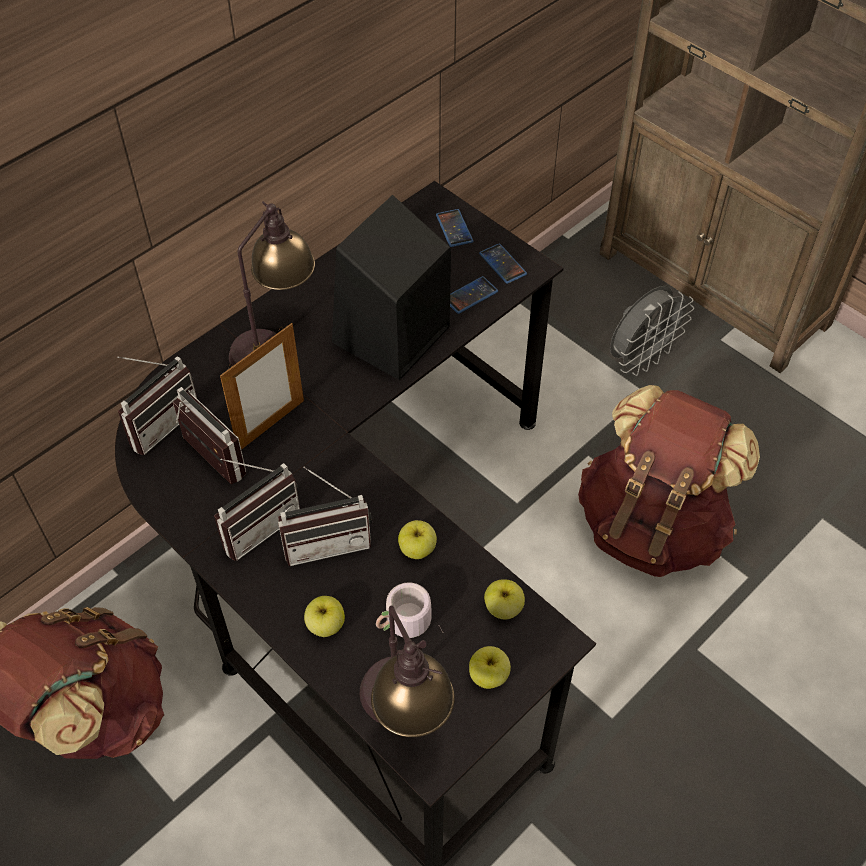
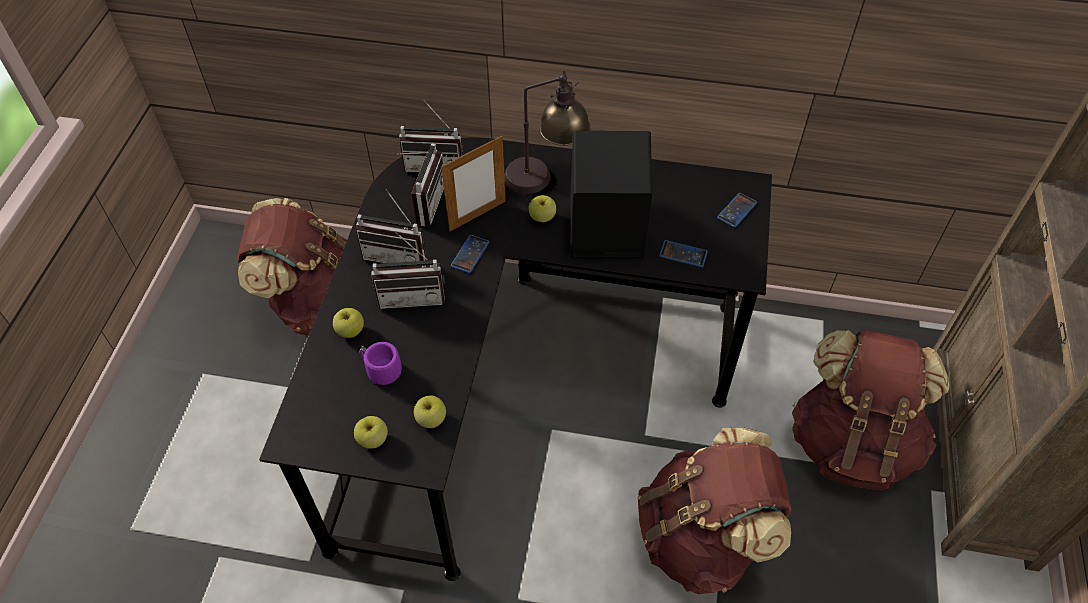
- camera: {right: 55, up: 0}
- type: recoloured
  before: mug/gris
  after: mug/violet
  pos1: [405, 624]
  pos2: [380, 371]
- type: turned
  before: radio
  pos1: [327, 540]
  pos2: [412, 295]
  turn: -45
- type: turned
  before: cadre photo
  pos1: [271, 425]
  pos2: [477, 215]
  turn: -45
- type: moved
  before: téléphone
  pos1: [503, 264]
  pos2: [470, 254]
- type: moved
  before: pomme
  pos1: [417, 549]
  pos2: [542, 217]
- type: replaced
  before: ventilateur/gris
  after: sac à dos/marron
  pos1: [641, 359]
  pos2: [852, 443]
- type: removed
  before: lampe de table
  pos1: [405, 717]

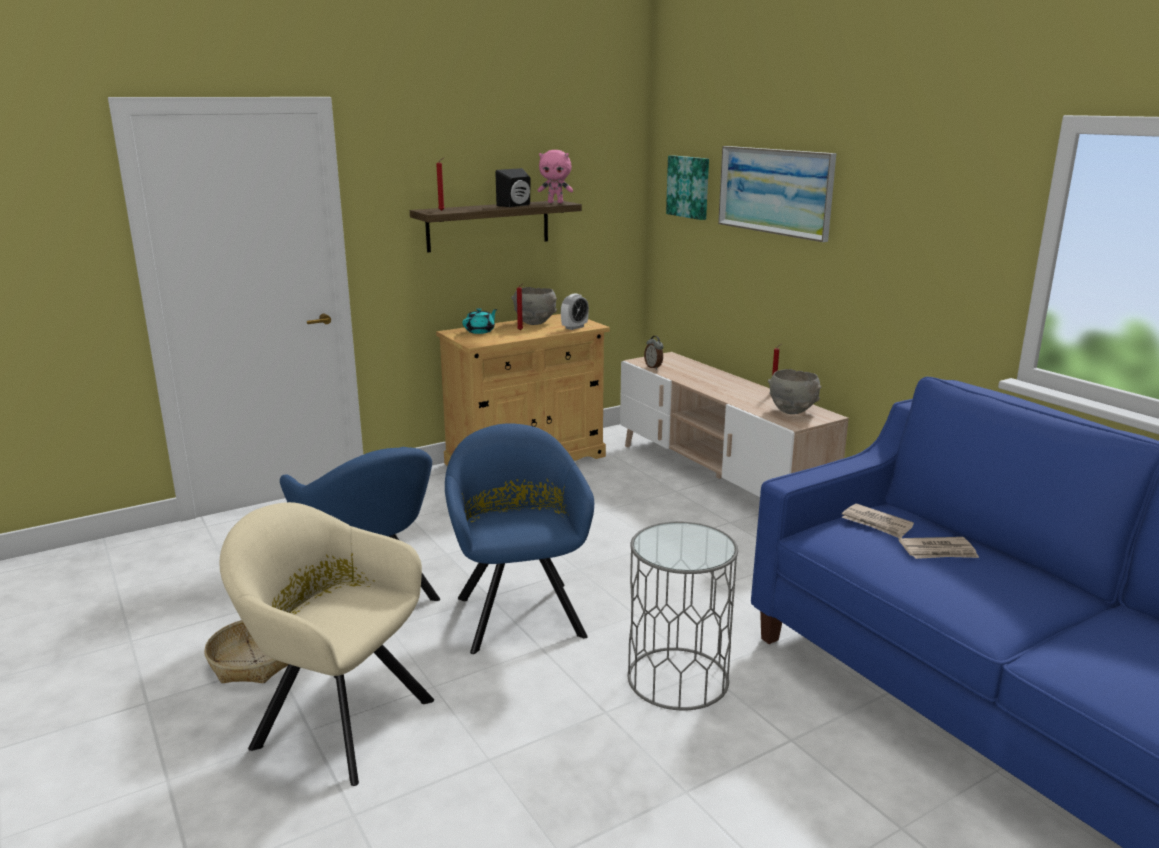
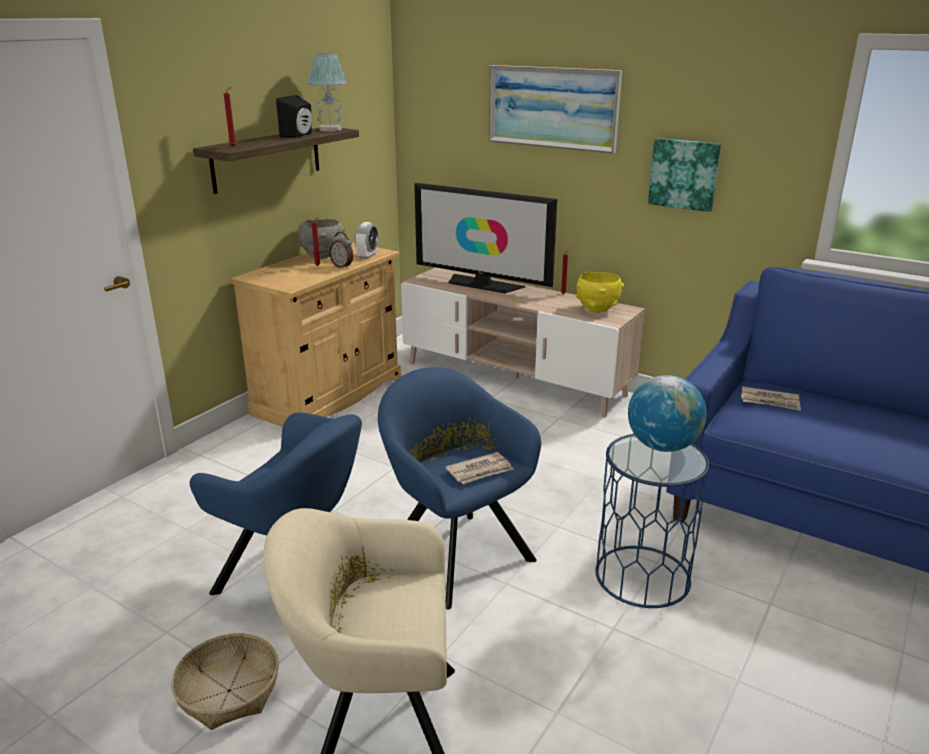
- camera: {right: -25, up: 5}
- type: replaced
  before: peluche/rose
  after: lampe de table
  pos1: [555, 202]
  pos2: [330, 129]
- type: moved
  before: réveil
  pos1: [654, 367]
  pos2: [342, 266]
- type: added
  after: téléviseur
  pos2: [482, 284]
- type: moved
  before: journal
  pos1: [938, 551]
  pos2: [480, 471]
- type: recoloured
  before: bol/gris
  after: bol/jaune
  pos1: [792, 411]
  pos2: [597, 309]
- type: recoloured
  before: table d'appoint/gris
  after: table d'appoint/bleu
  pos1: [678, 678]
  pos2: [642, 576]
- type: added
  after: globe
  pos2: [662, 446]
- type: moved
  before: tableau
  pos1: [689, 187]
  pos2: [684, 174]
- type: removed
  before: théière/turquoise
  pos1: [480, 331]

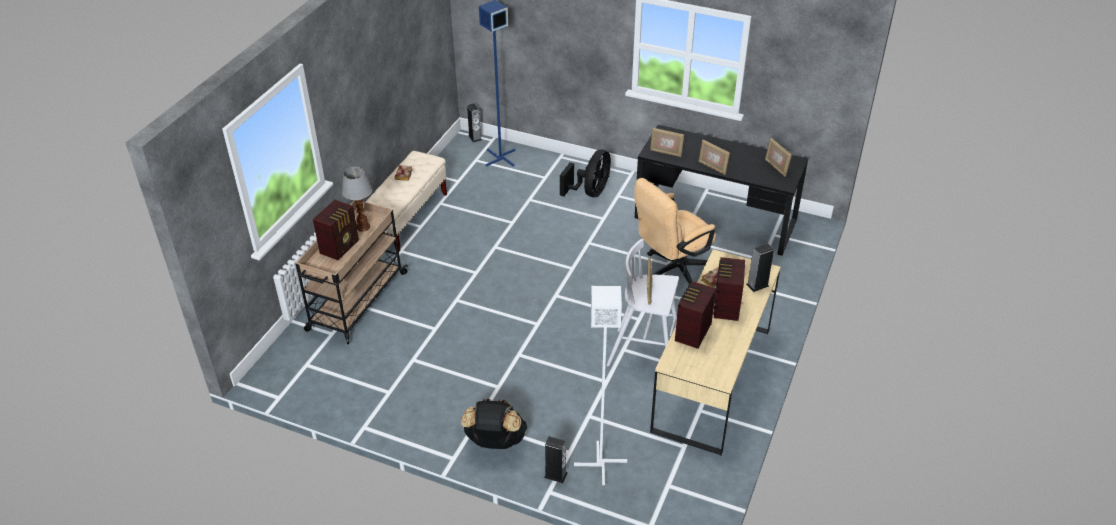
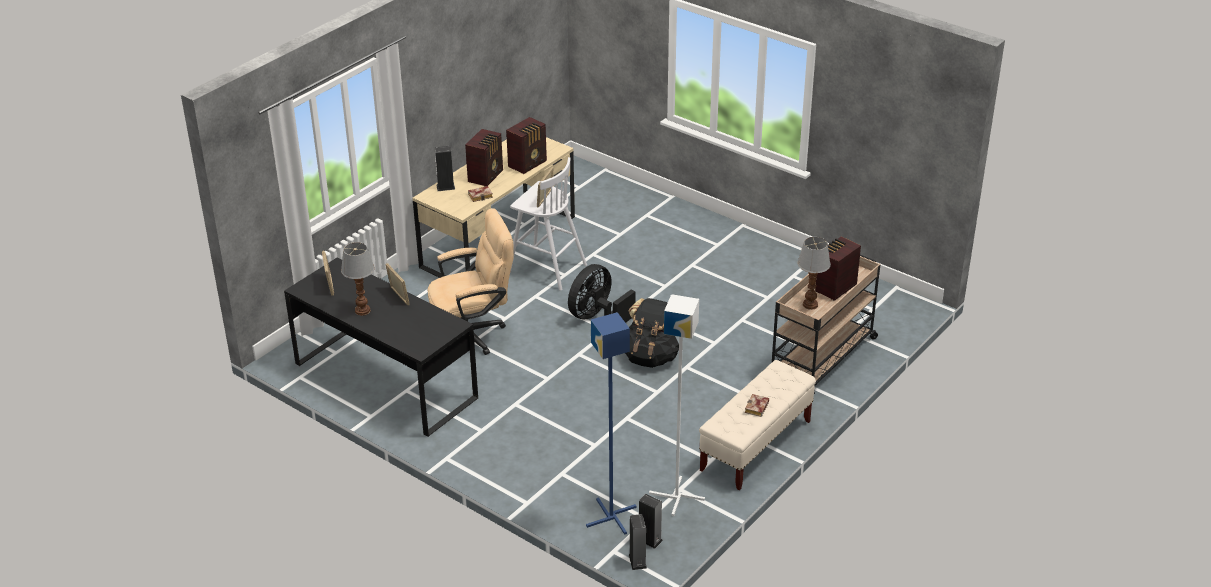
- camera: {right: -165, up: -5}
- type: added
  after: lampe de table
  pos2: [363, 310]
- type: moved
  before: ventilateur/noir
  pos1: [590, 192]
  pos2: [597, 317]
- type: moved
  before: sac à dos/noir
  pos1: [495, 441]
  pos2: [651, 356]
- type: moved
  before: enceinte
  pos1: [555, 475]
  pos2: [650, 540]
- type: moved
  before: lampadaire/blanc
  pos1: [599, 463]
  pos2: [677, 496]
- type: removed
  before: cadre photo
  pos1: [666, 153]

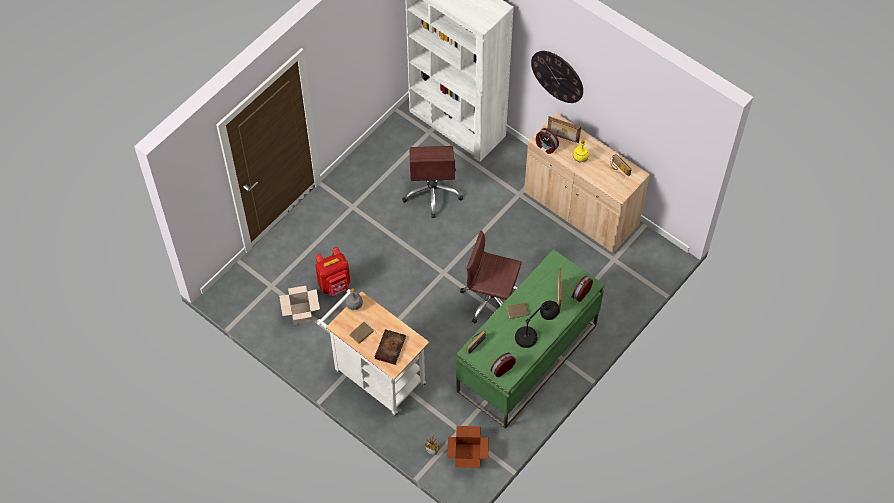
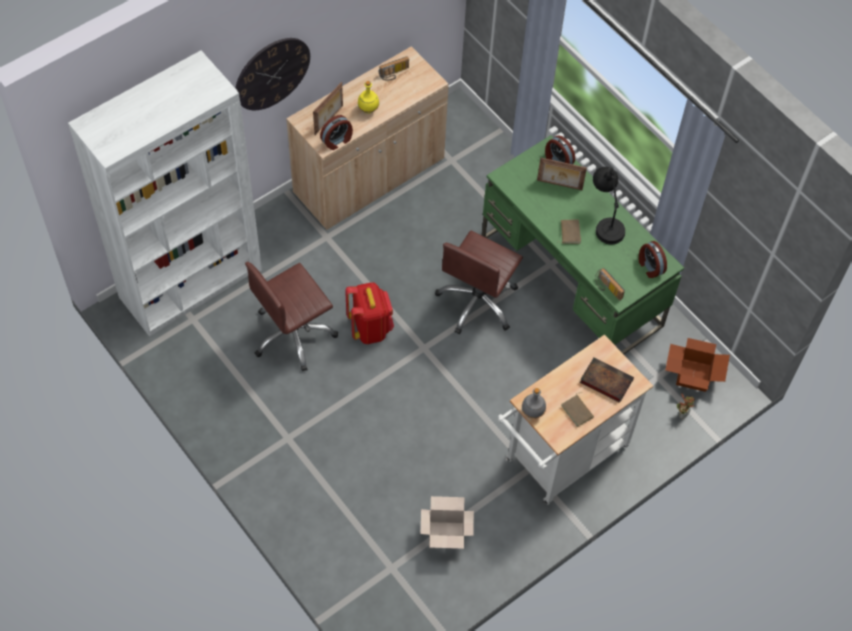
- camera: {right: -80, up: 0}
- type: turned
  before: chaise de bureau/marron
  pos1: [432, 192]
  pos2: [293, 335]
  turn: 135
- type: moved
  before: sac à dos/rouge
  pos1: [335, 284]
  pos2: [370, 328]

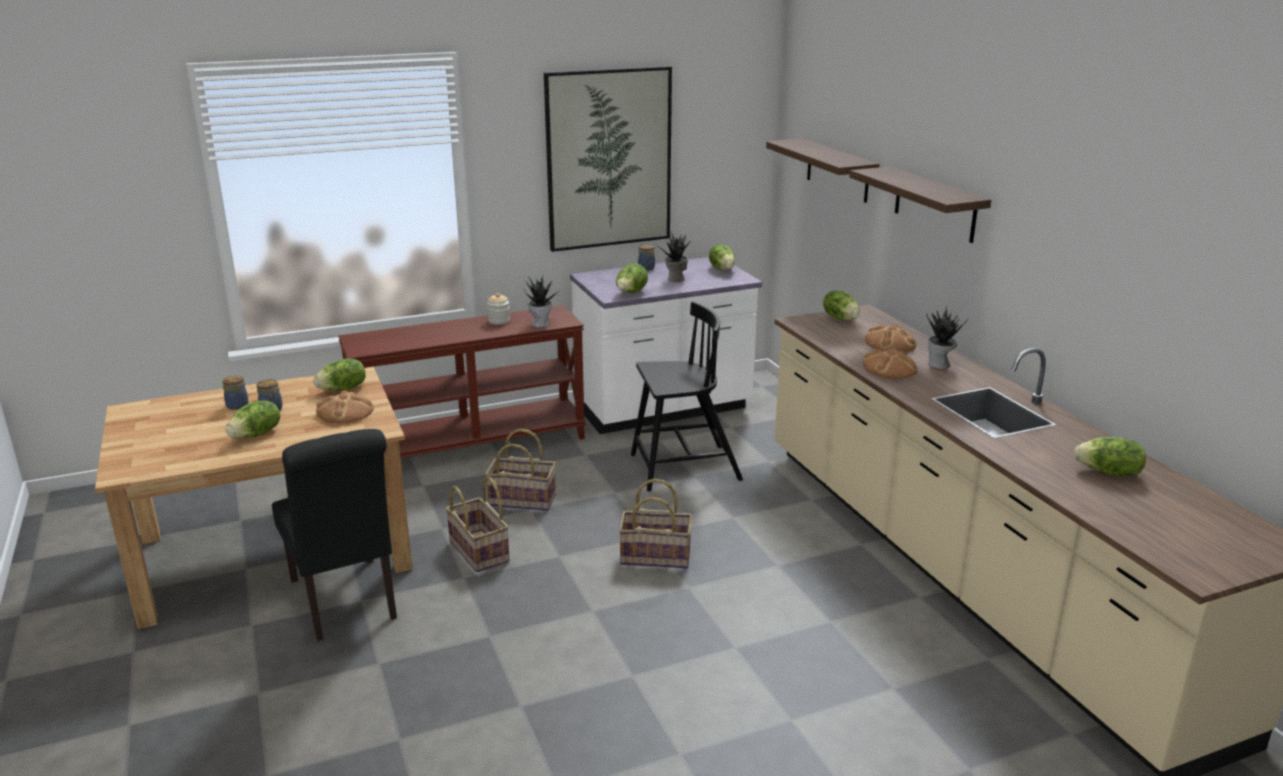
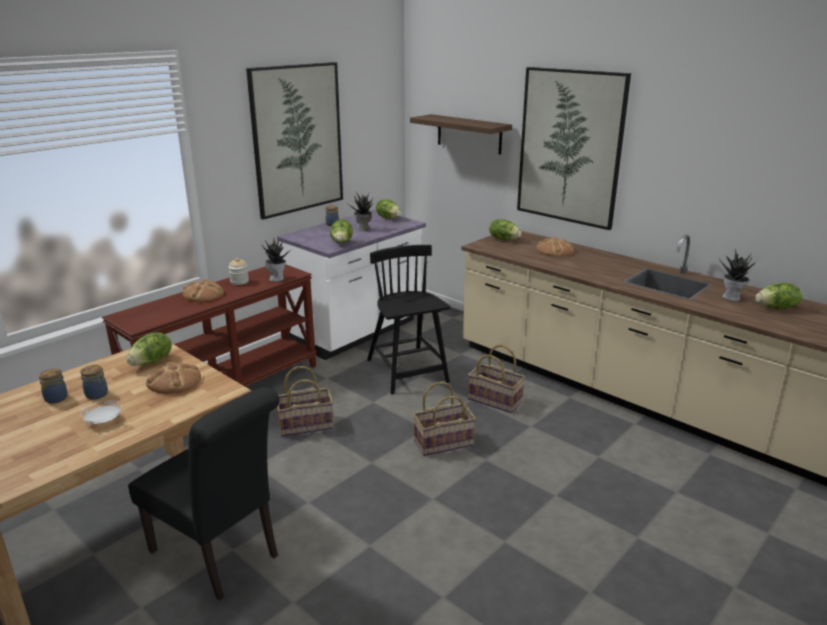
- camera: {right: -25, up: 0}
- type: replaced
  before: laitue
  after: assiette/blanc
  pos1: [256, 434]
  pos2: [103, 421]
- type: moved
  before: pain
  pos1: [889, 368]
  pos2: [203, 294]
- type: turned
  before: chaise/noir
  pos1: [683, 468]
  pos2: [407, 372]
  turn: -75
- type: moved
  before: panier
  pos1: [480, 551]
  pos2: [495, 400]
- type: replaced
  before: étagère
  after: tableau
  pos1: [935, 204]
  pos2: [570, 147]
- type: moved
  before: plante en pot
  pos1: [939, 365]
  pos2: [732, 297]

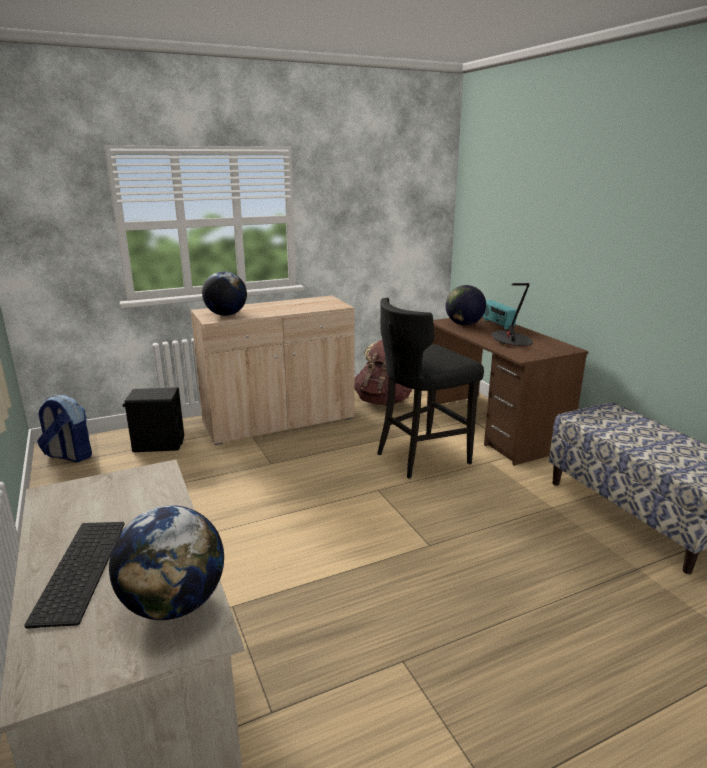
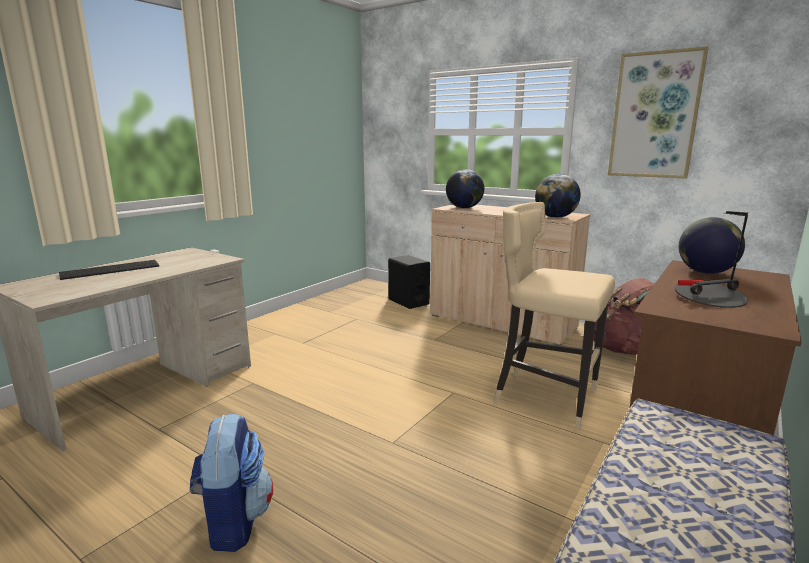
- camera: {right: 60, up: -5}
- type: moved
  before: sac à dos
  pos1: [69, 456]
  pos2: [234, 521]
- type: recoloured
  before: tabouret/noir
  after: tabouret/beige
  pos1: [421, 457]
  pos2: [544, 397]
- type: moved
  before: globe
  pos1: [174, 604]
  pos2: [555, 217]
- type: added
  after: tableau
  pos2: [654, 115]
- type: removed
  before: radio
  pos1: [497, 324]

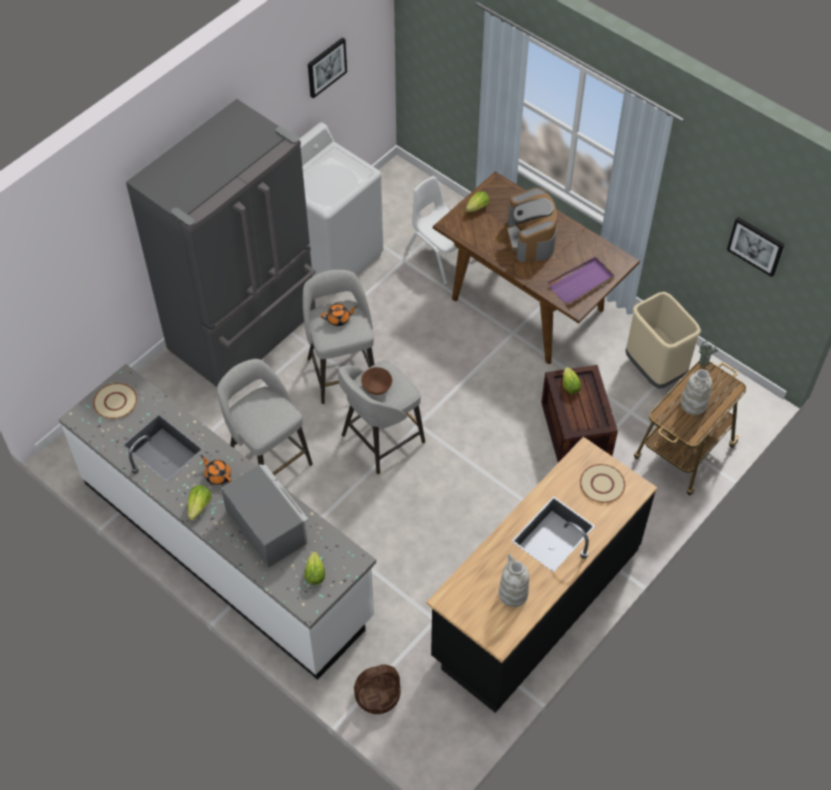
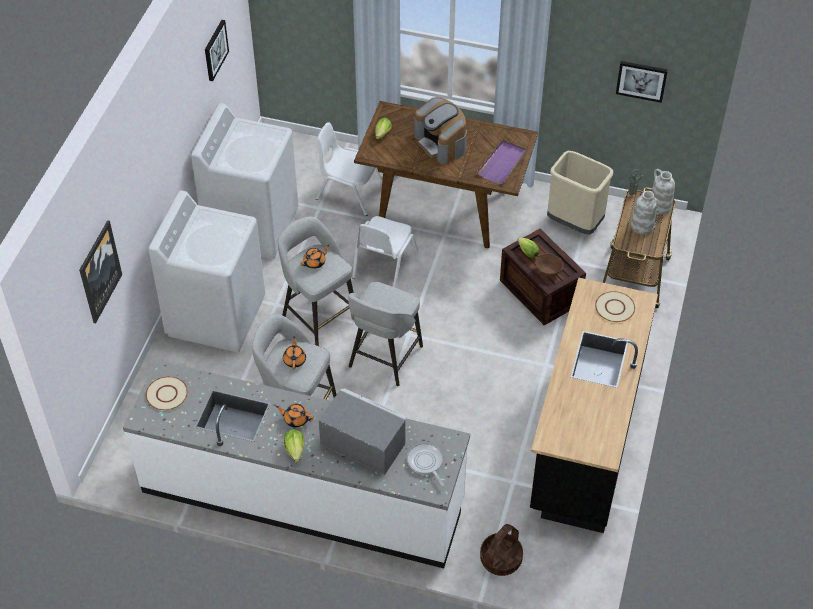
- camera: {right: -25, up: -5}
- type: added
  after: tableau
  pos2: [99, 271]
- type: replaced
  before: réfrigérateur/gris
  after: lave-linge/blanc
  pos1: [246, 334]
  pos2: [216, 315]
- type: added
  after: théière/orange
  pos2: [294, 360]
- type: added
  after: chaise/blanc
  pos2: [384, 264]
- type: replaced
  before: laitue
  after: poêle
  pos1: [315, 572]
  pos2: [426, 463]
- type: moved
  before: bol/marron
  pos1: [377, 387]
  pos2: [548, 271]
- type: moved
  before: vase/blanc
  pos1: [512, 593]
  pos2: [659, 206]

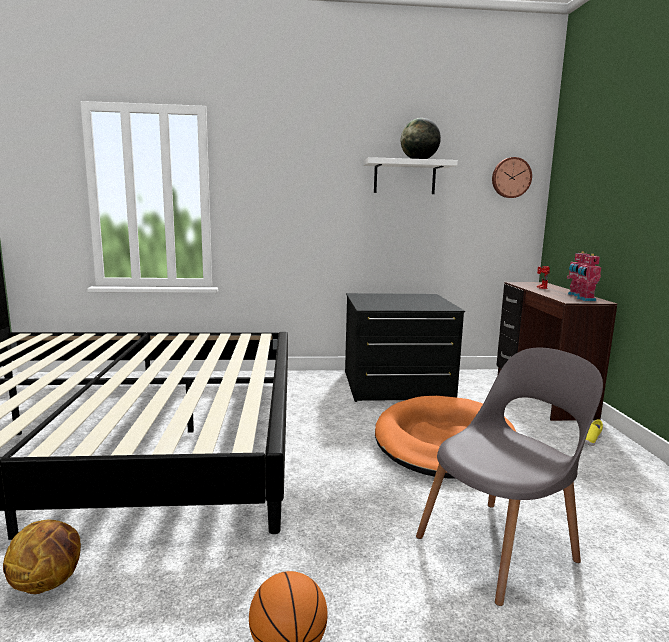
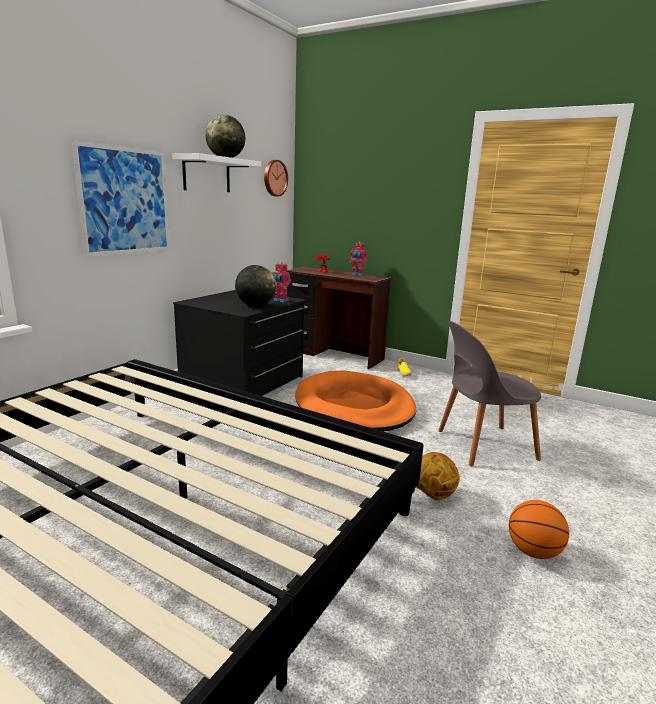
- camera: {right: -55, up: 5}
- type: added
  after: tableau
  pos2: [125, 201]
- type: added
  after: globe
  pos2: [256, 306]
- type: moved
  before: robot jouet
  pos1: [585, 300]
  pos2: [280, 300]
- type: moved
  before: ballon de basket
  pos1: [48, 583]
  pos2: [432, 495]
- type: turned
  before: chaise/gris
  pos1: [500, 546]
  pos2: [482, 445]
  turn: -105

